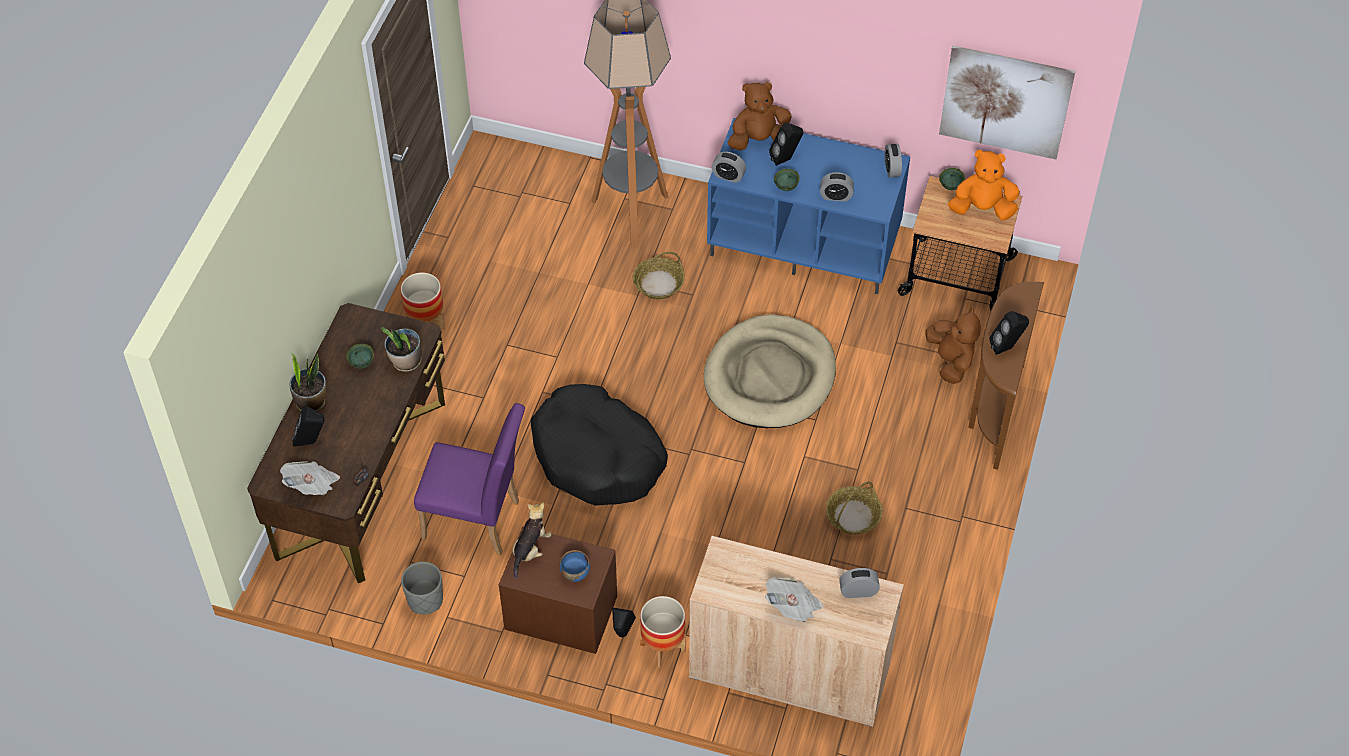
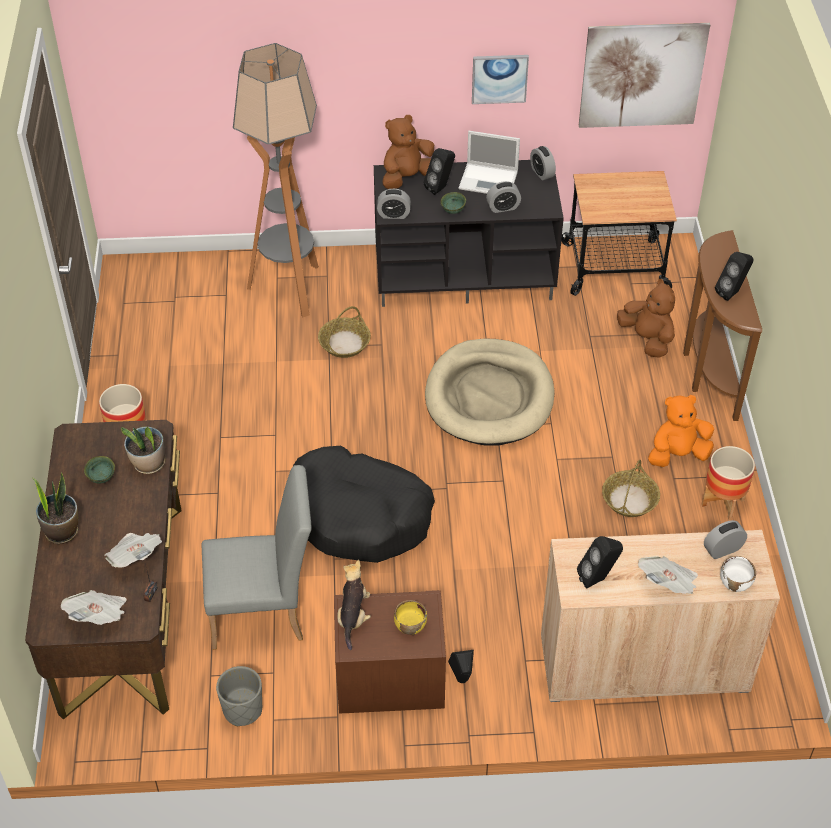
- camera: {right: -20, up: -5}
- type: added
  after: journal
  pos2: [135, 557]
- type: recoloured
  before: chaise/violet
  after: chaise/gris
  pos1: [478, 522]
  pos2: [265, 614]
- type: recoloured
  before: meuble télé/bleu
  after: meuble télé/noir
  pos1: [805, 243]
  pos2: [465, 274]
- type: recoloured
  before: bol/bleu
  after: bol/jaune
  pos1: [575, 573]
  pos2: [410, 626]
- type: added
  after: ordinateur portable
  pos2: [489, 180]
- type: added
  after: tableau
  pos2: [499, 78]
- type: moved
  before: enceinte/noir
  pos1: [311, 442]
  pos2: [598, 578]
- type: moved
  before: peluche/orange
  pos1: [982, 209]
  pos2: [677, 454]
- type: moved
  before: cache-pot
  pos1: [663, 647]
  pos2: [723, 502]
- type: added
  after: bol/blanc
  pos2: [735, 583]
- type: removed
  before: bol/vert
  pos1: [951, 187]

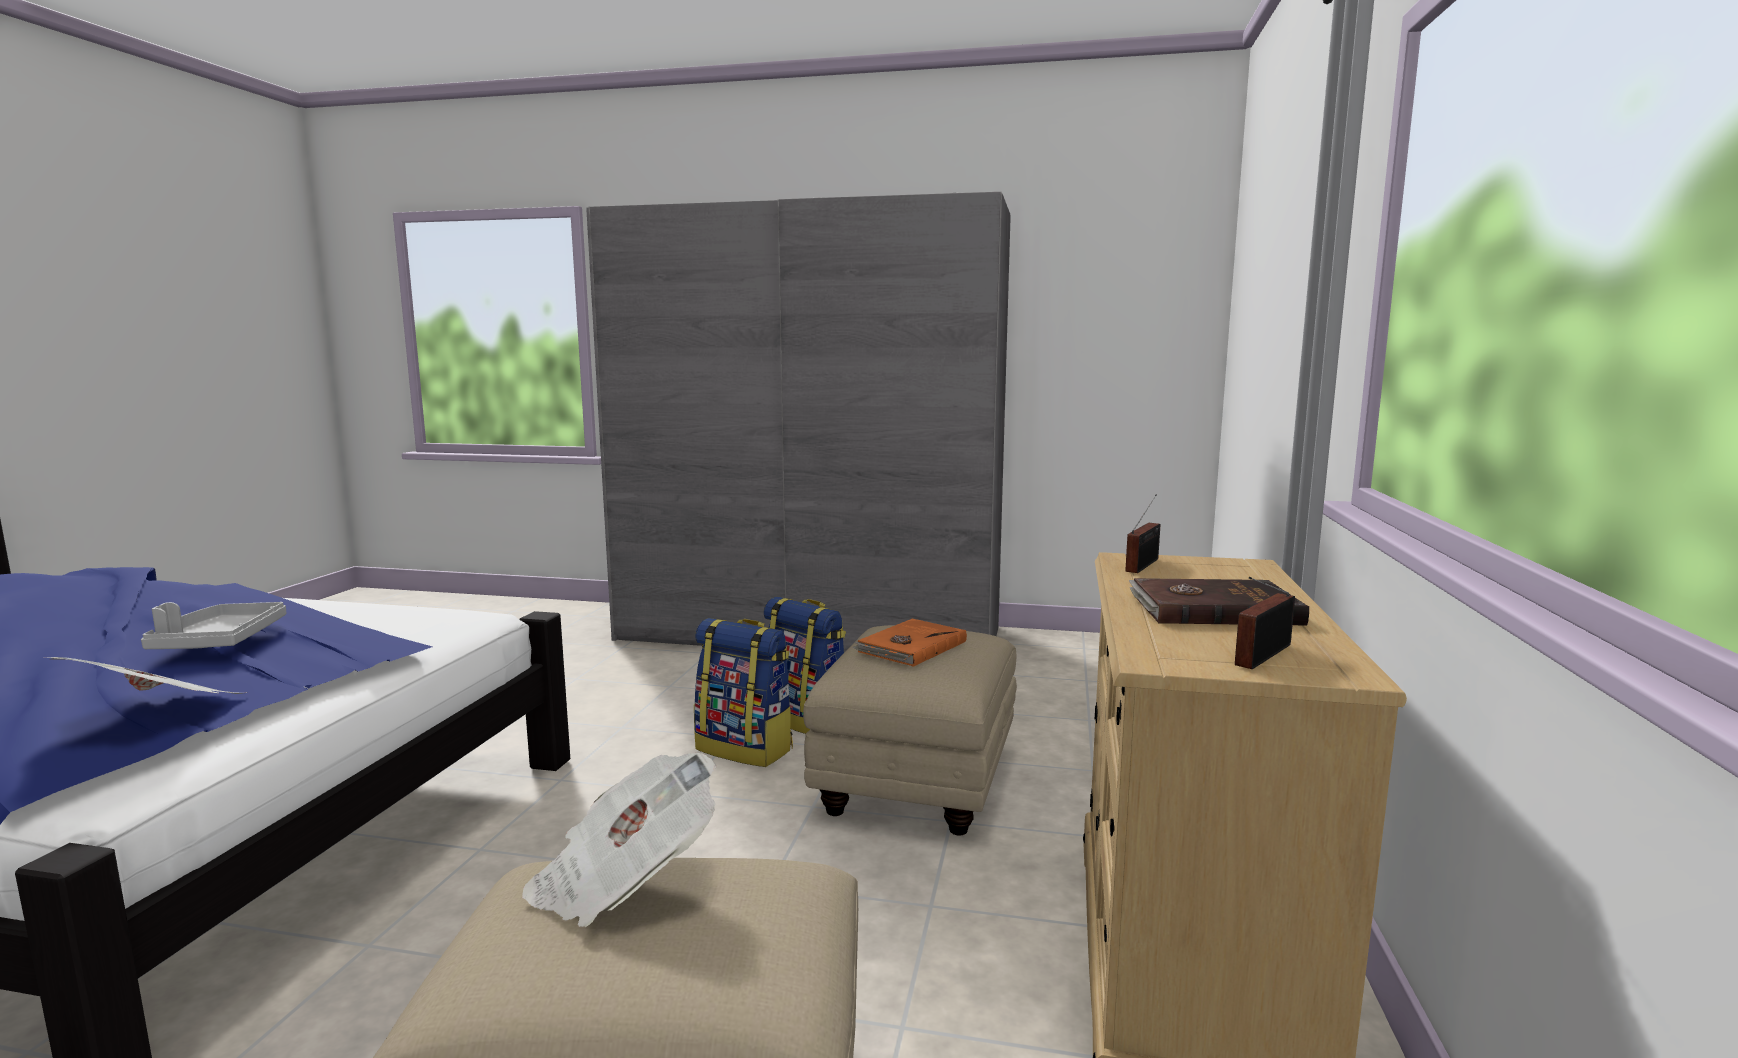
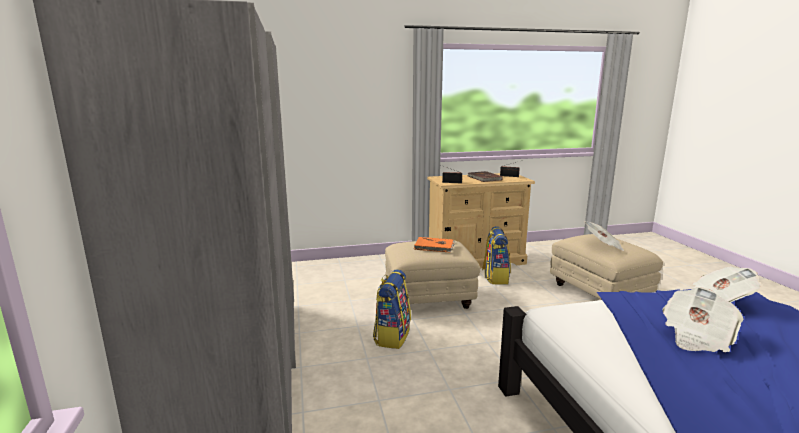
- camera: {right: -115, up: 5}
- type: moved
  before: sac à dos
  pos1: [746, 749]
  pos2: [495, 277]
- type: replaced
  before: plateau/gris
  after: journal
  pos1: [219, 641]
  pos2: [696, 336]

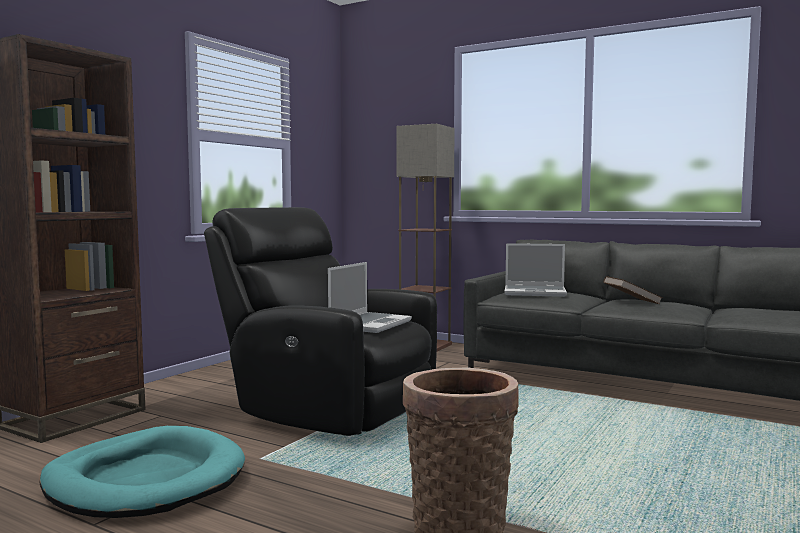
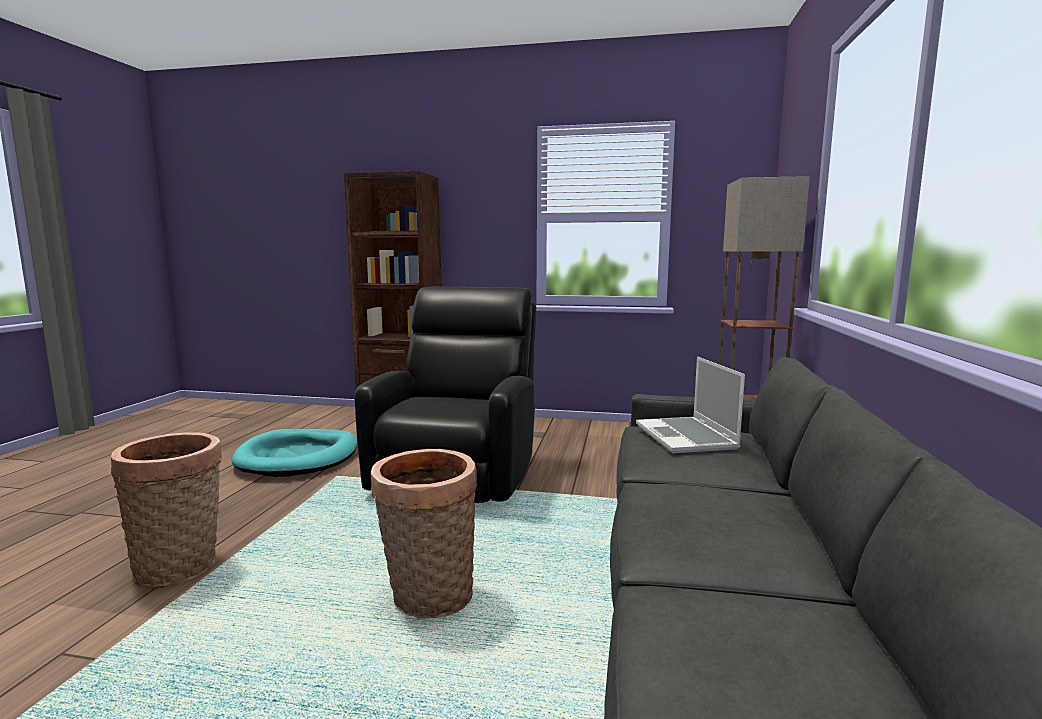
- camera: {right: 70, up: 5}
- type: added
  after: panier
  pos2: [428, 598]
- type: removed
  before: ordinateur portable
  pos1: [370, 324]
- type: removed
  before: livre/marron
  pos1: [631, 302]

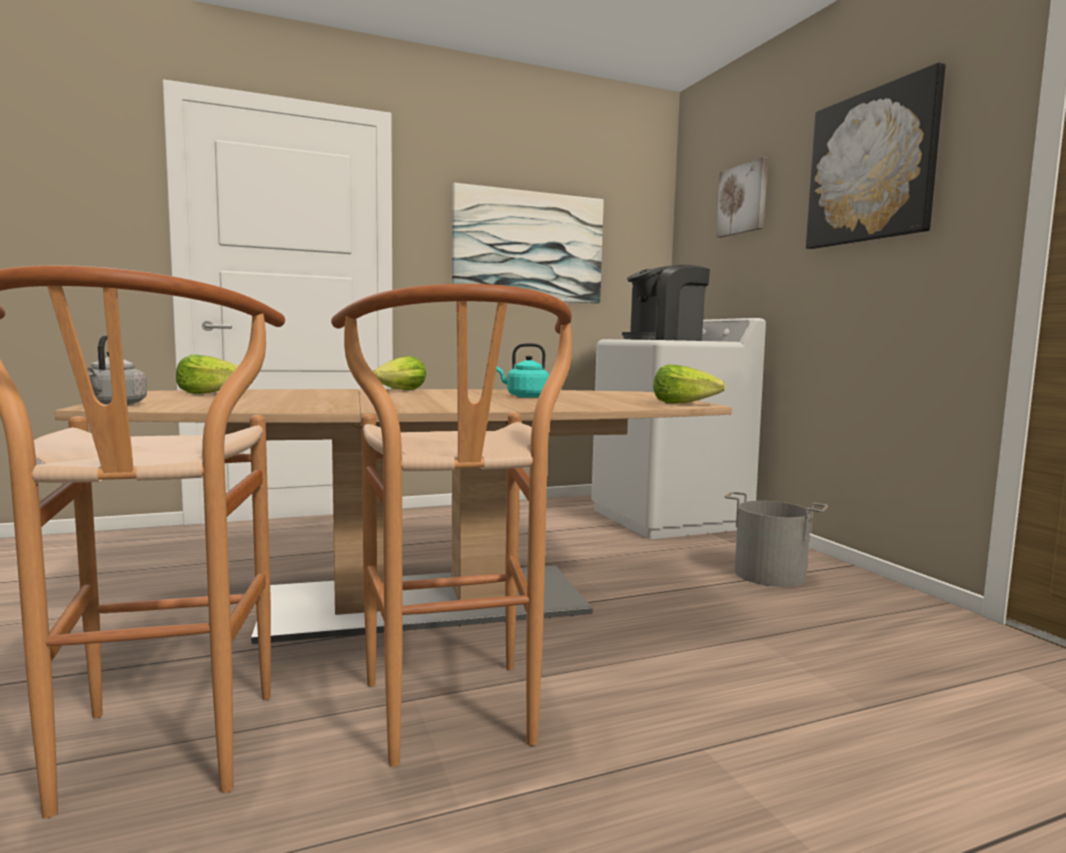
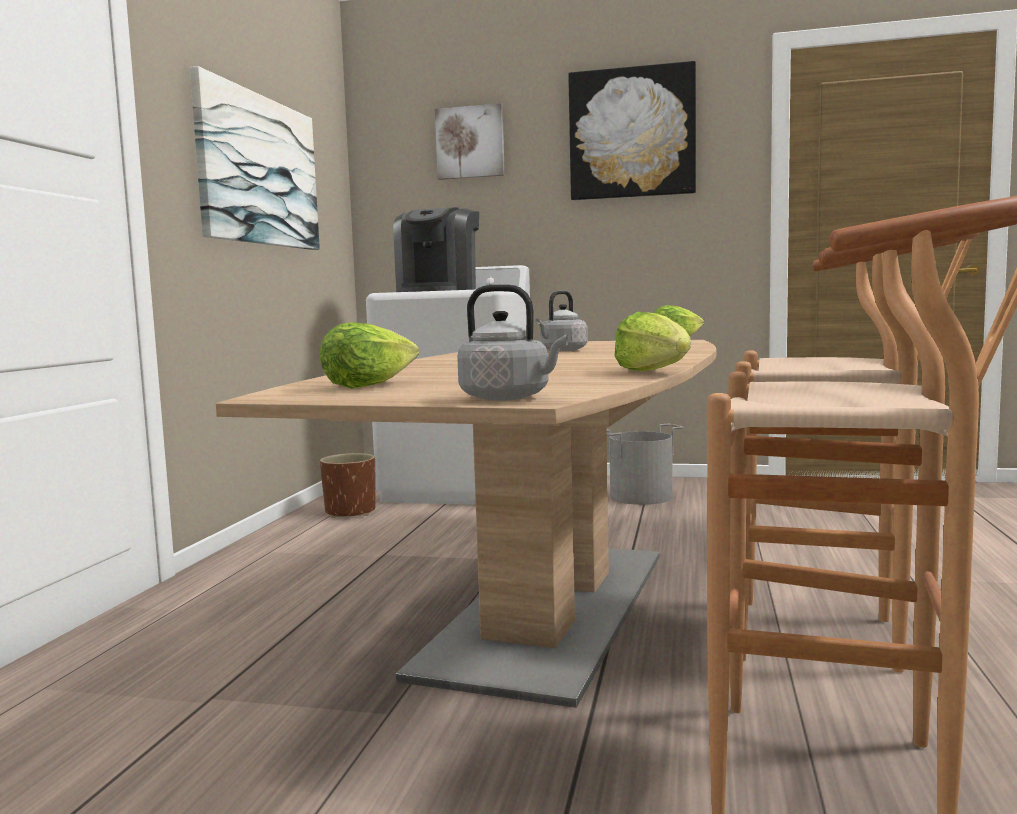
- camera: {right: -55, up: 0}
- type: added
  after: cache-pot/marron
  pos2: [350, 512]
- type: recoloured
  before: bouilloire/turquoise
  after: bouilloire/gris
  pos1: [525, 396]
  pos2: [562, 350]
- type: moved
  before: laitue
  pos1: [401, 390]
  pos2: [655, 372]

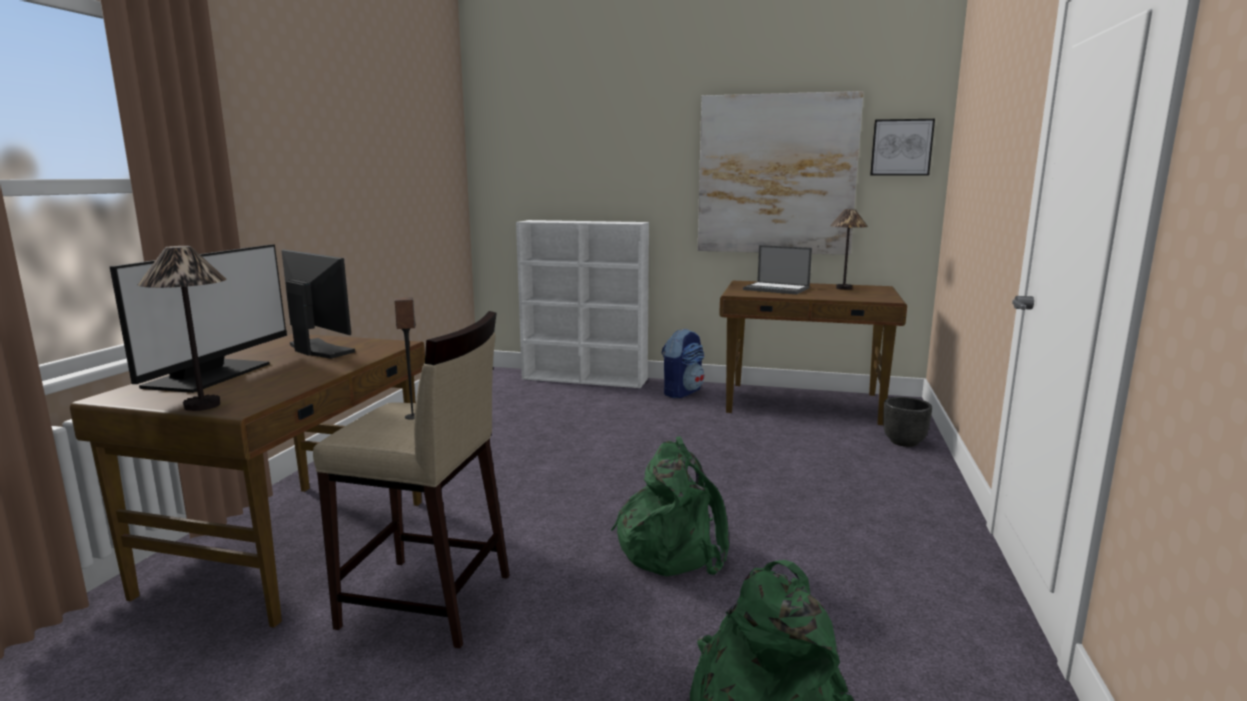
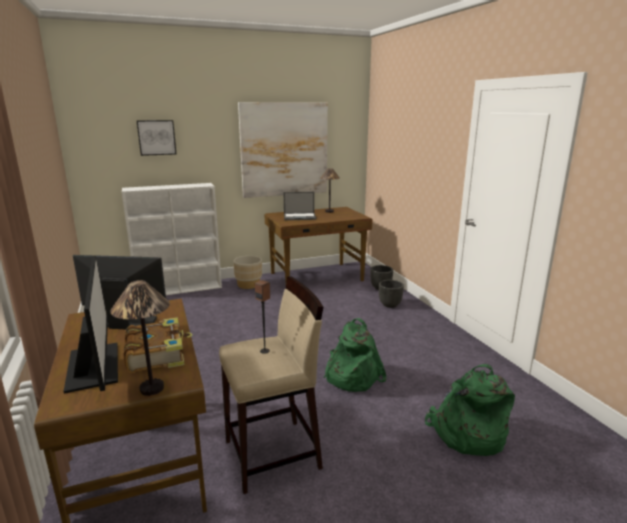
- camera: {right: -35, up: 5}
- type: added
  after: livre
  pos2: [157, 354]
- type: moved
  before: tableau
  pos1: [901, 147]
  pos2: [156, 137]
- type: replaced
  before: sac à dos
  after: cache-pot/beige
  pos1: [682, 392]
  pos2: [248, 284]
- type: added
  after: cache-pot/noir
  pos2: [390, 304]

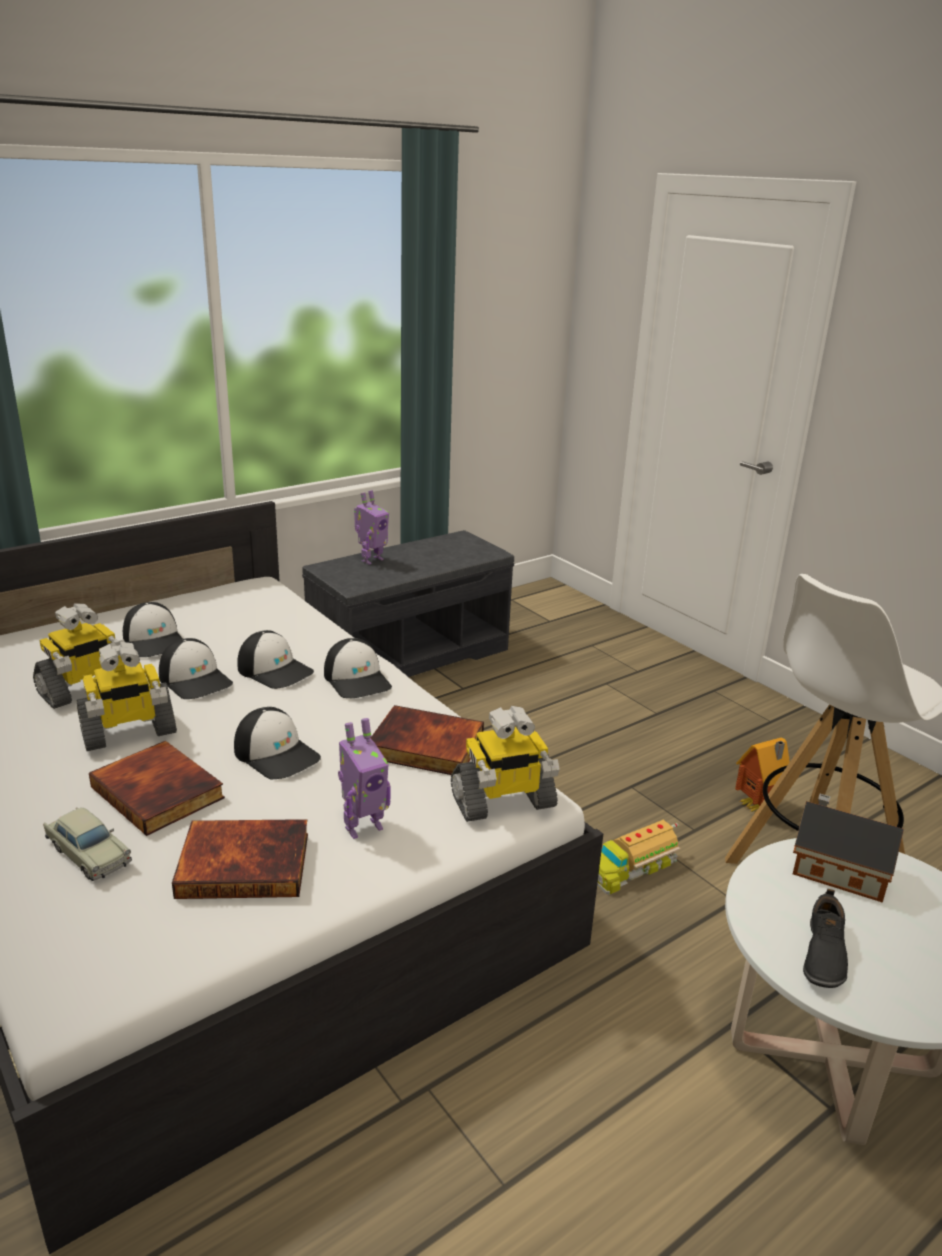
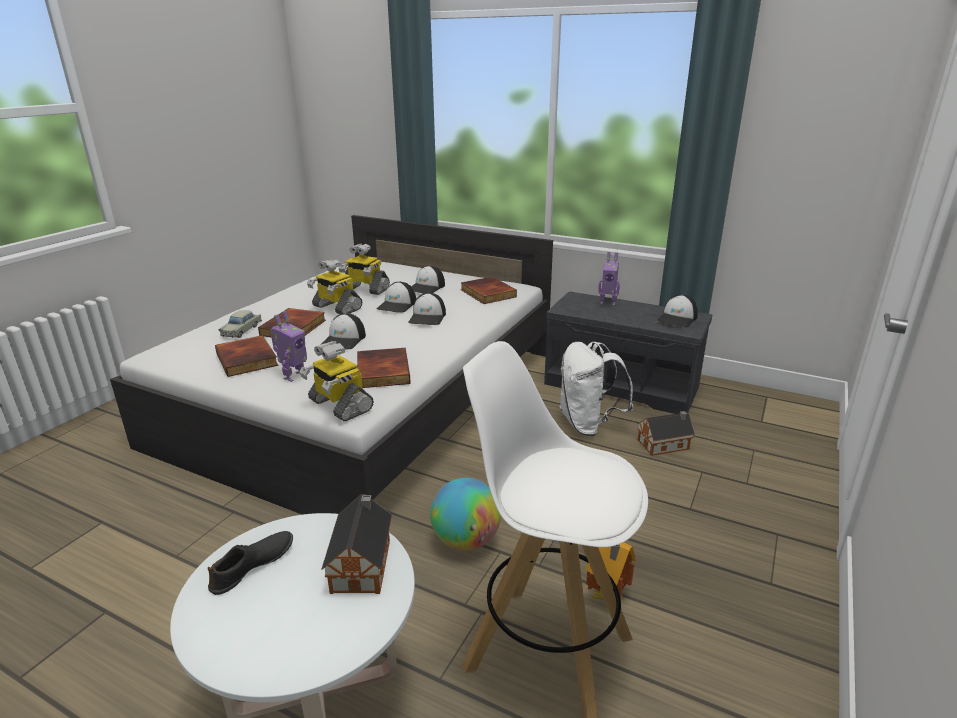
- camera: {right: 65, up: 0}
- type: turned
  before: chaussure/noir
  pos1: [822, 954]
  pos2: [253, 566]
  turn: 135
- type: turned
  before: robot jouet
  pos1: [363, 827]
  pos2: [293, 376]
  turn: -90
- type: replaced
  before: camion jouet
  after: globe
  pos1: [630, 866]
  pos2: [466, 541]
- type: added
  after: livre
  pos2: [487, 293]
- type: added
  after: sac à dos/blanc
  pos2: [589, 424]
- type: added
  after: maison miniature
  pos2: [665, 444]
- type: moved
  before: casquette
  pos1: [357, 680]
  pos2: [677, 319]

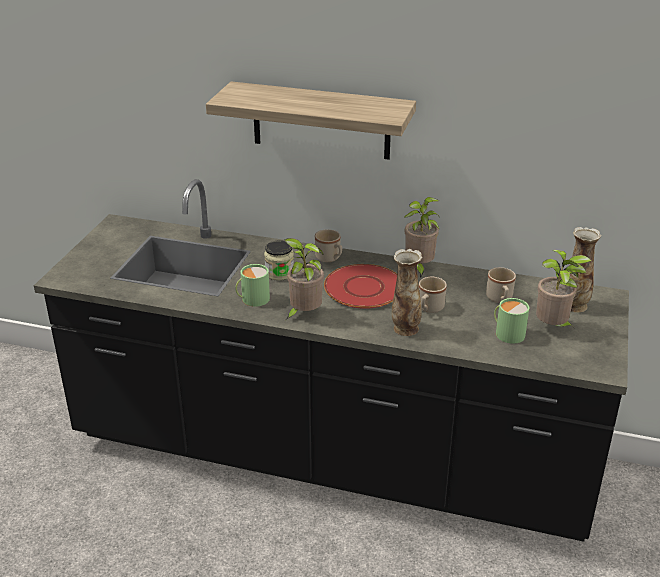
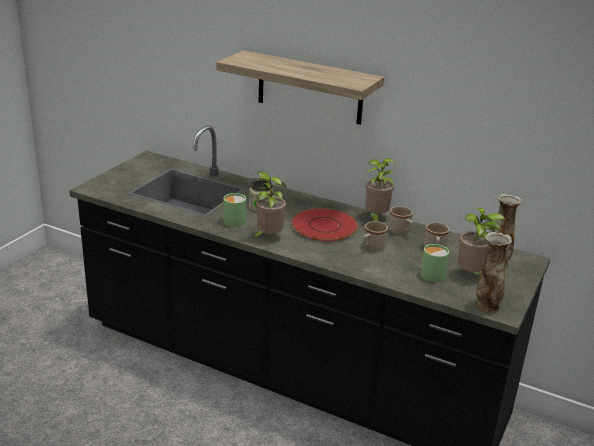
- camera: {right: 10, up: -5}
- type: moved
  before: mug/beige
  pos1: [330, 258]
  pos2: [401, 232]
- type: moved
  before: vase
  pos1: [405, 329]
  pos2: [487, 306]

